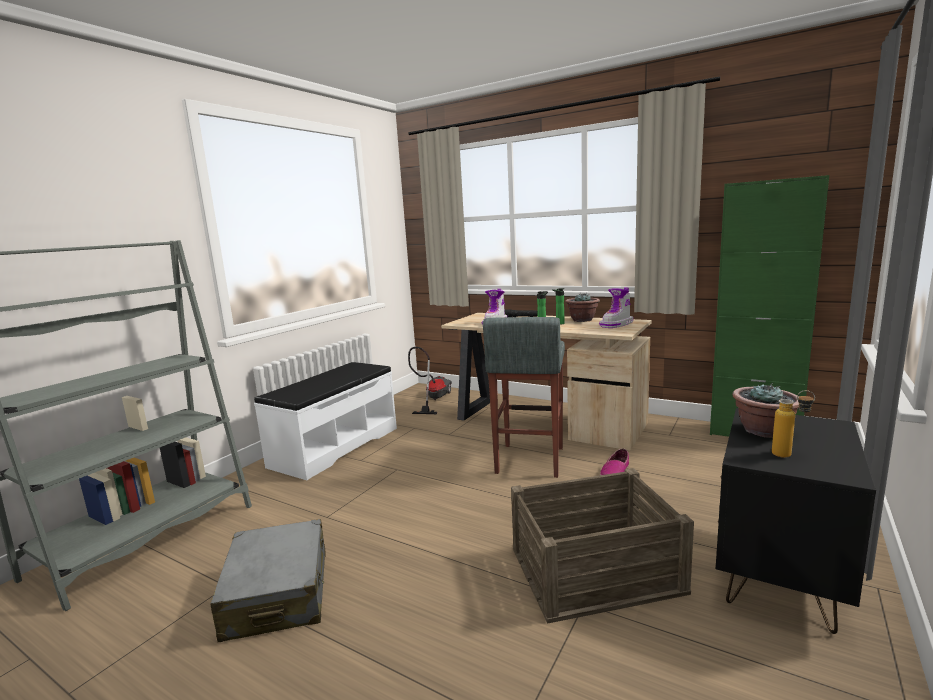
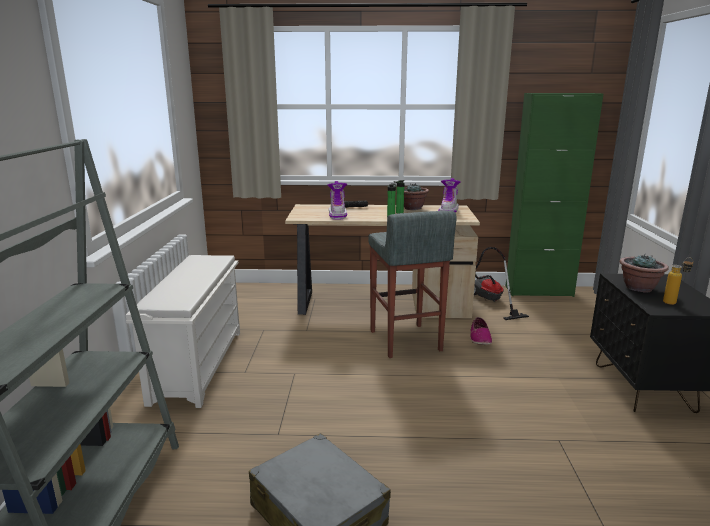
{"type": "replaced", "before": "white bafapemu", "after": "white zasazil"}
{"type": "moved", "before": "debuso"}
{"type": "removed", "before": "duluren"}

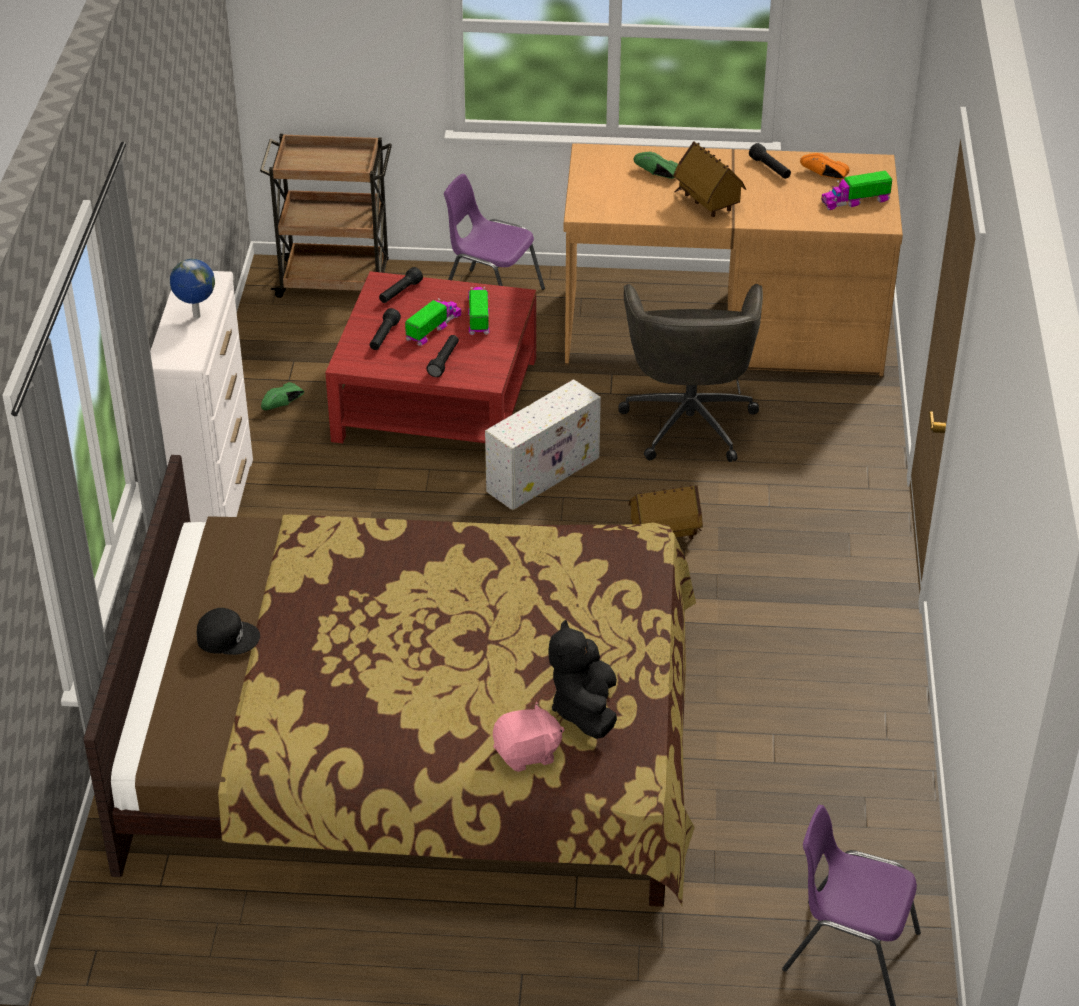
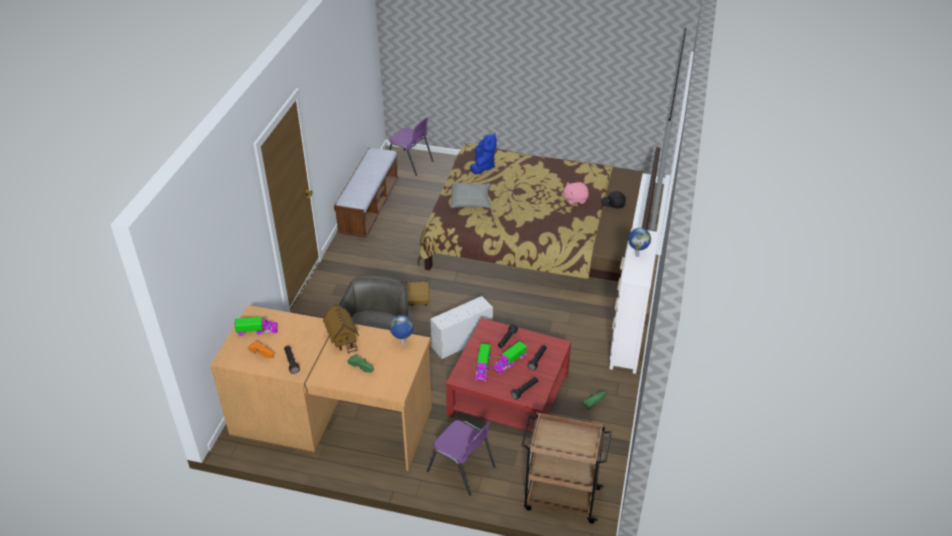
{"type": "added", "after": "bafapemu"}
{"type": "added", "after": "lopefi (1st from left)"}
{"type": "added", "after": "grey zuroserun"}
{"type": "recoloured", "before": "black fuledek", "after": "blue fuledek"}
{"type": "moved", "before": "pink fuledek"}

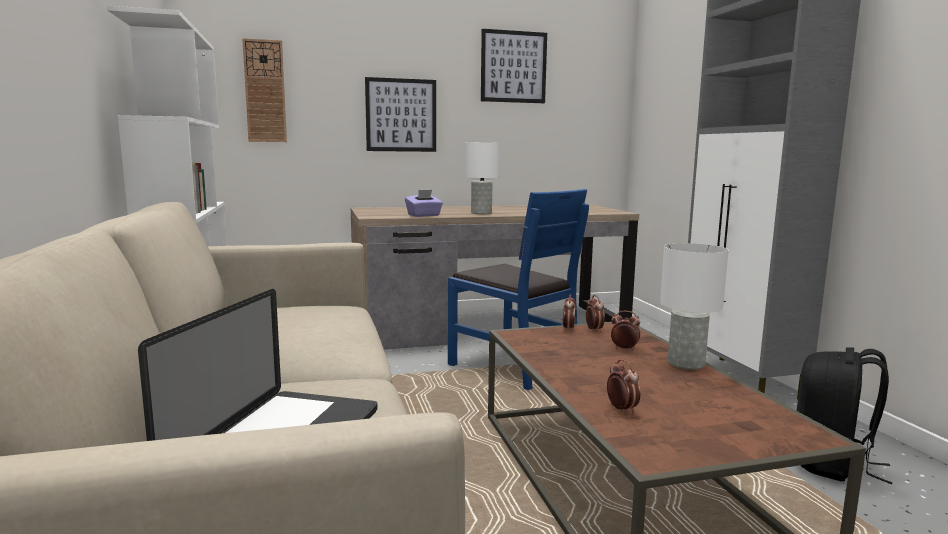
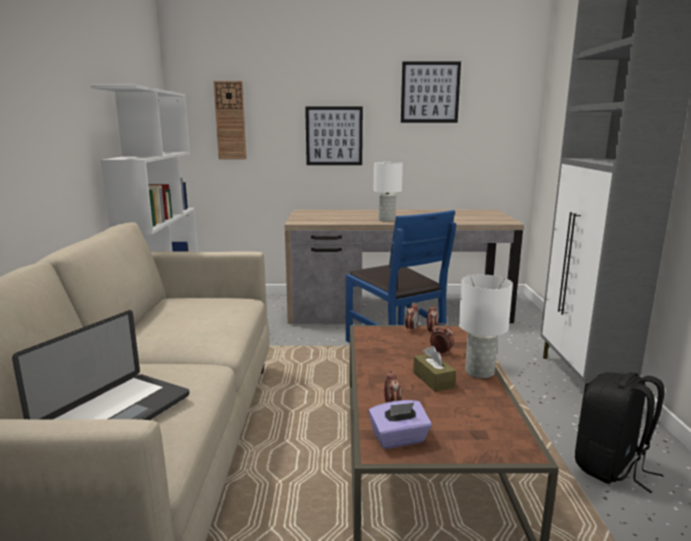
{"type": "moved", "before": "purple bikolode"}
{"type": "added", "after": "brown bikolode"}

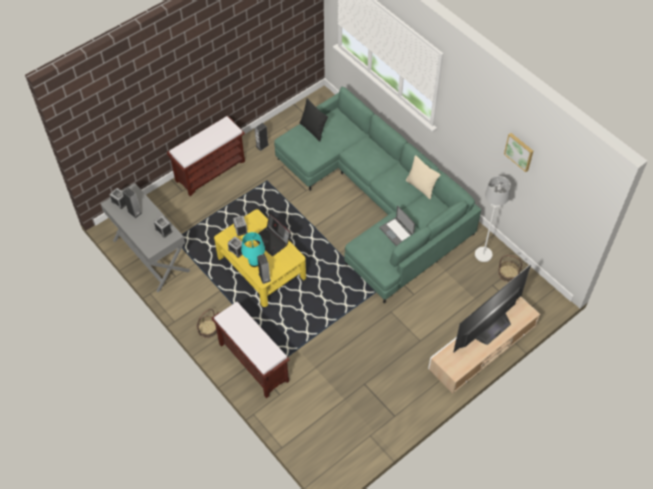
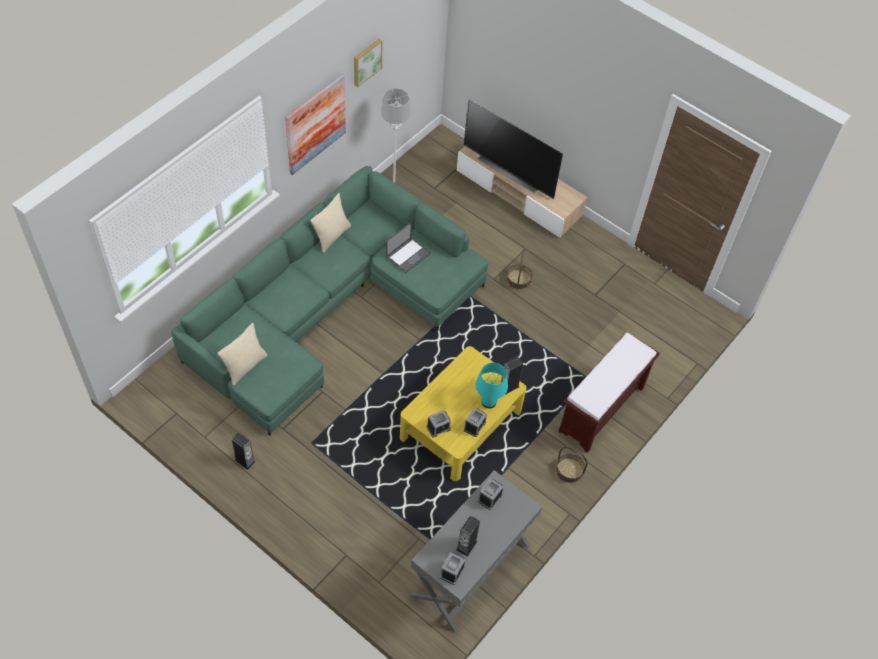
{"type": "recoloured", "before": "black zuroserun", "after": "beige zuroserun (1st from left)"}
{"type": "added", "after": "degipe (1st from left)"}
{"type": "moved", "before": "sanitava (2nd from left in the first image)", "after": "sanitava (1st from left)"}
{"type": "removed", "before": "brown bafapemu (1st from left)"}
{"type": "removed", "before": "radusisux (1st from left)"}

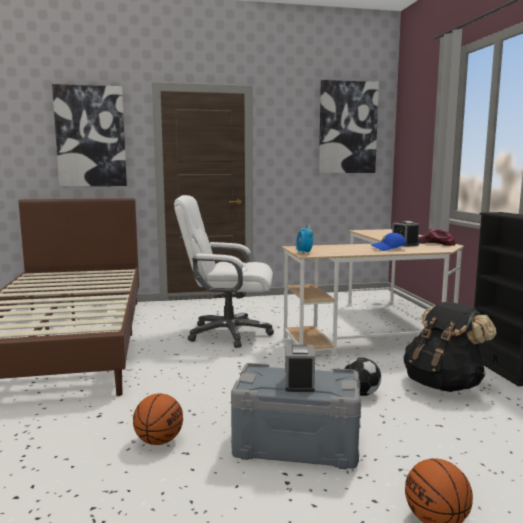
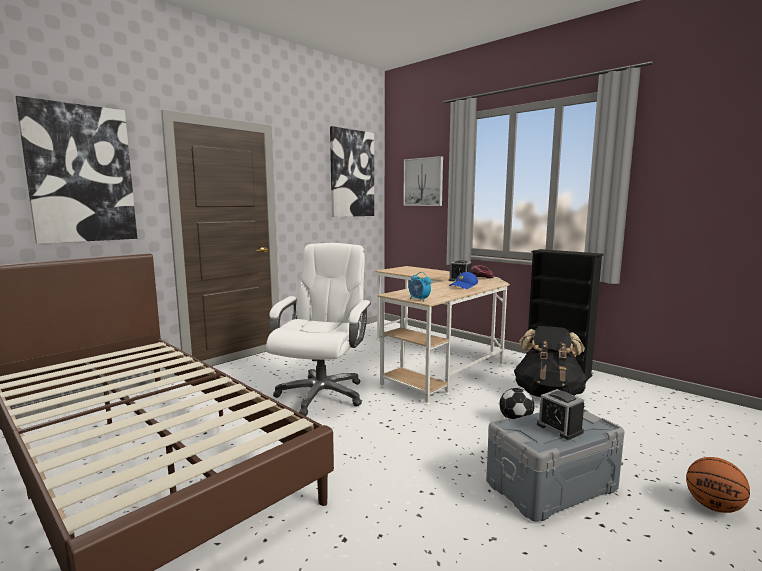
{"type": "turned", "before": "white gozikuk", "turn": 135}
{"type": "added", "after": "degipe (3rd from left)"}
{"type": "removed", "before": "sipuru (1st from left)"}

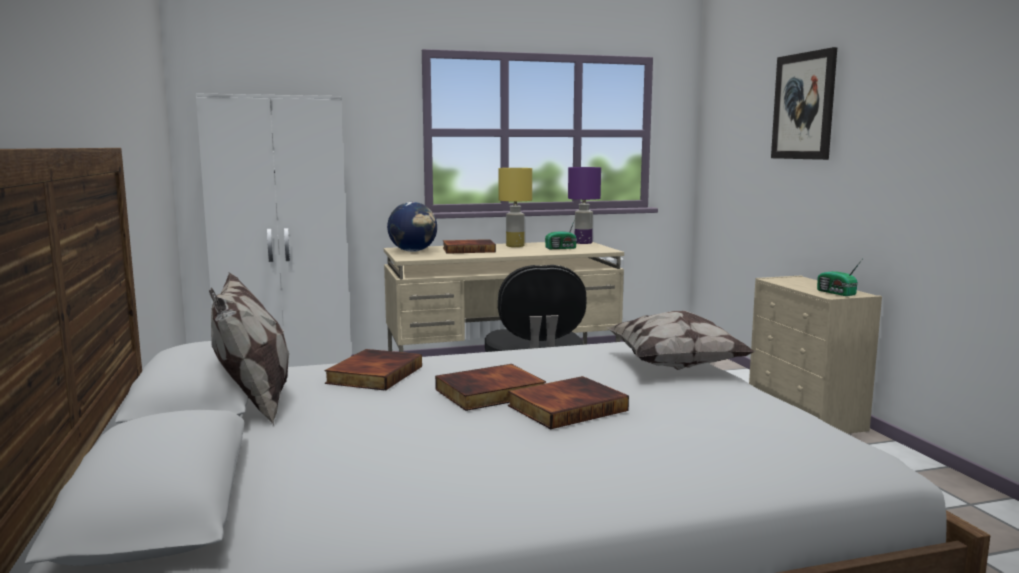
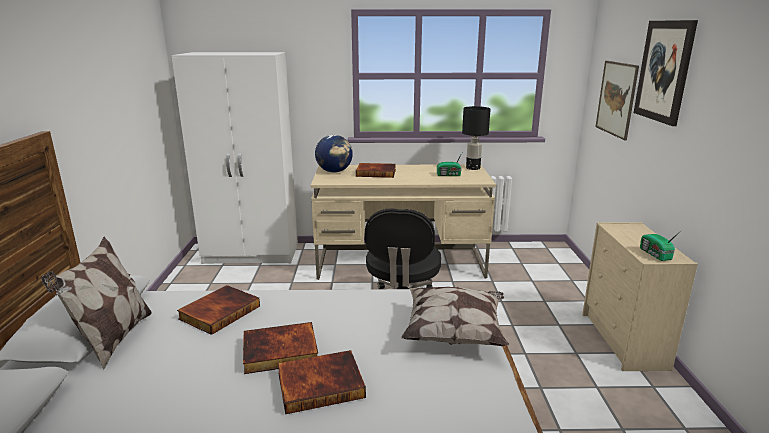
{"type": "recoloured", "before": "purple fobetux", "after": "black fobetux"}
{"type": "added", "after": "degipe (1st from left)"}
{"type": "removed", "before": "yellow fobetux"}

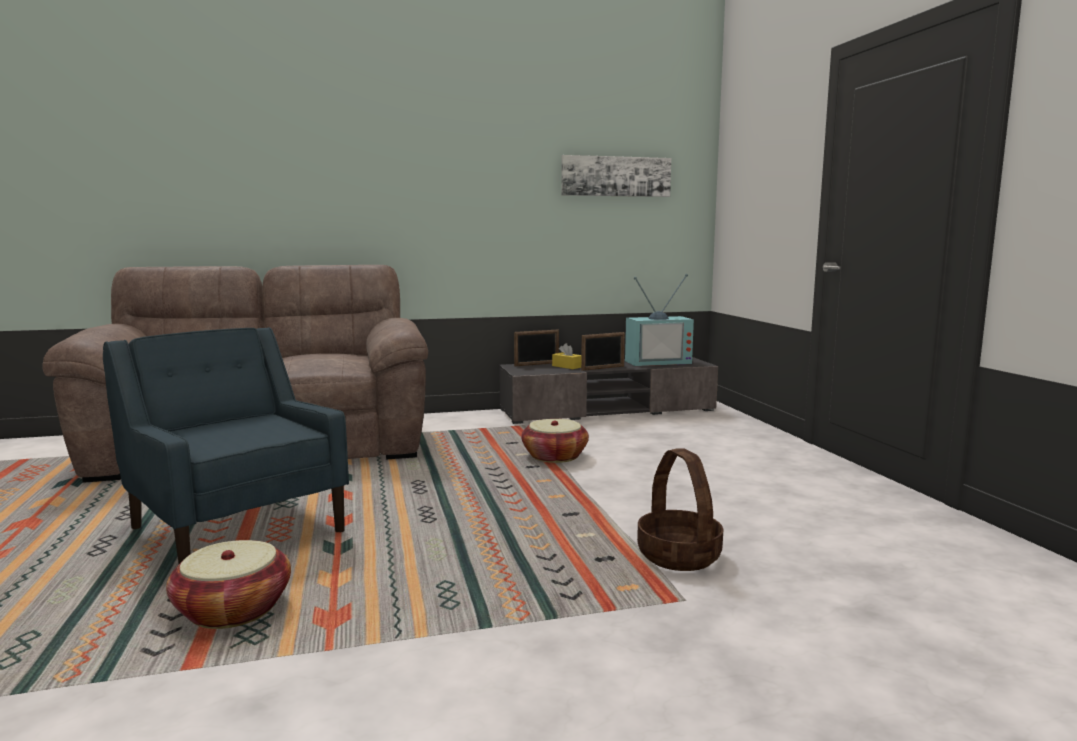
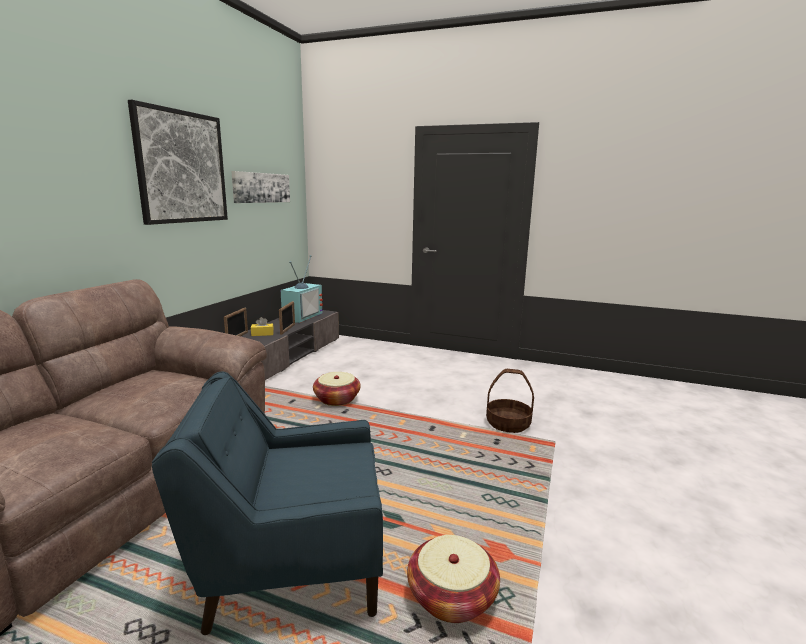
{"type": "added", "after": "degipe (1st from left)"}

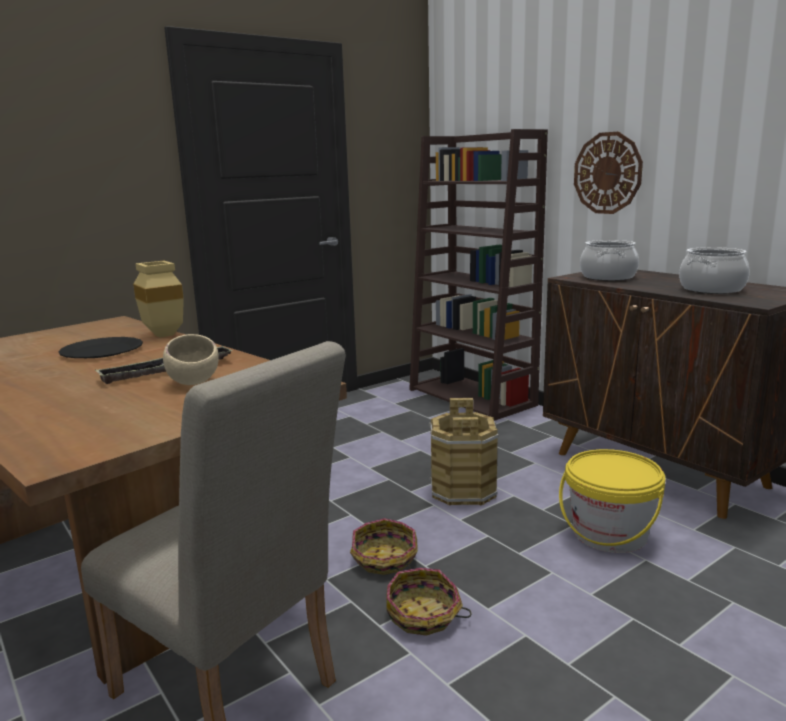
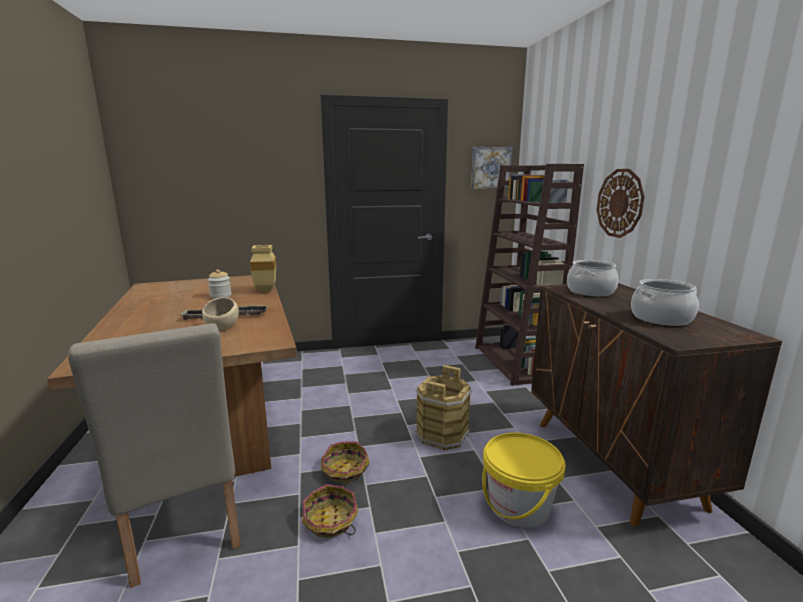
{"type": "replaced", "before": "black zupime", "after": "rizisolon"}
{"type": "added", "after": "degipe"}

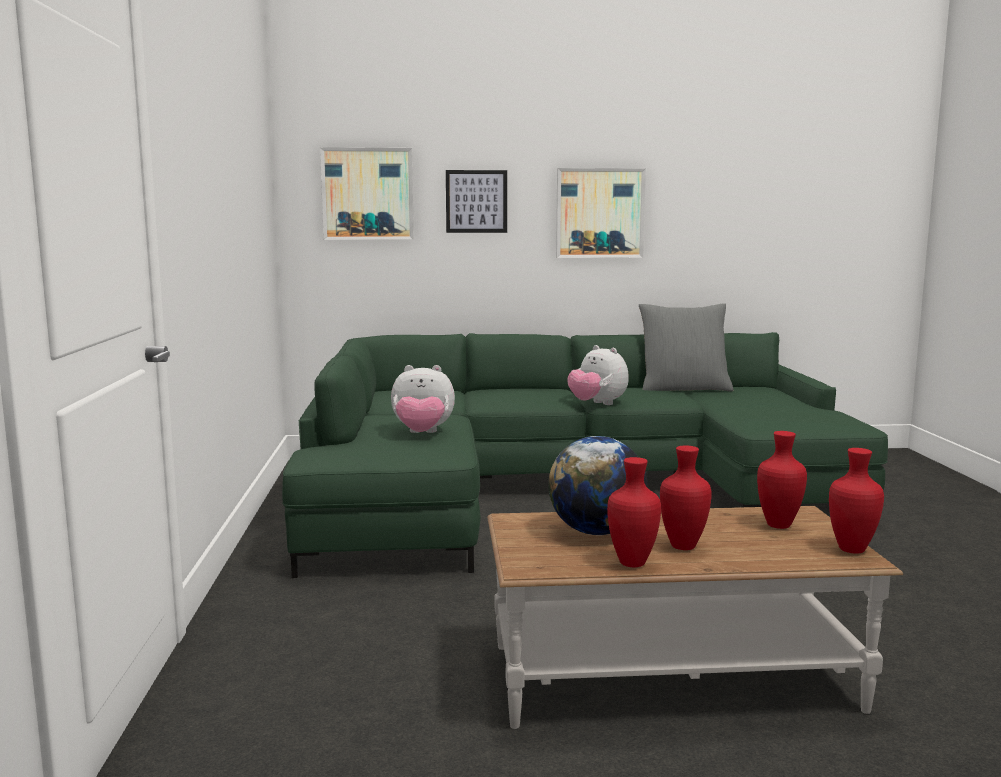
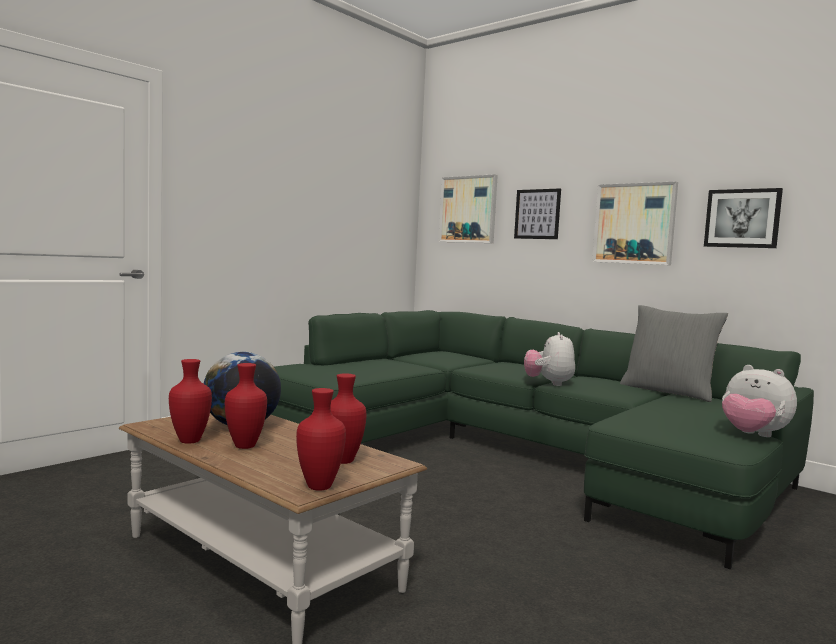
{"type": "added", "after": "degipe (4th from left)"}
{"type": "moved", "before": "fuledek (1st from left in the first image)", "after": "fuledek (2nd from left)"}

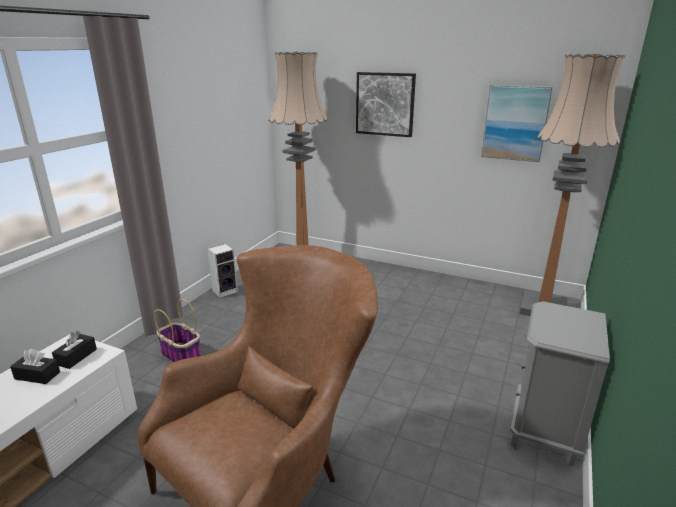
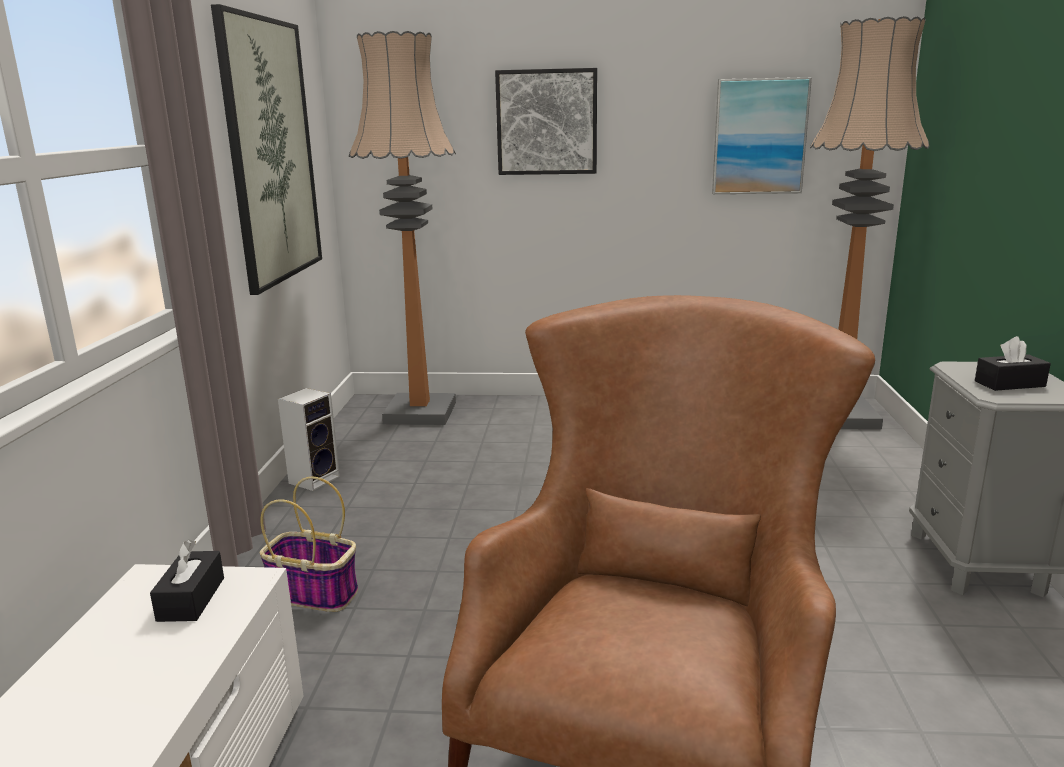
{"type": "added", "after": "degipe (1st from left)"}
{"type": "moved", "before": "black bikolode (1st from left in the first image)", "after": "black bikolode (2nd from left)"}

